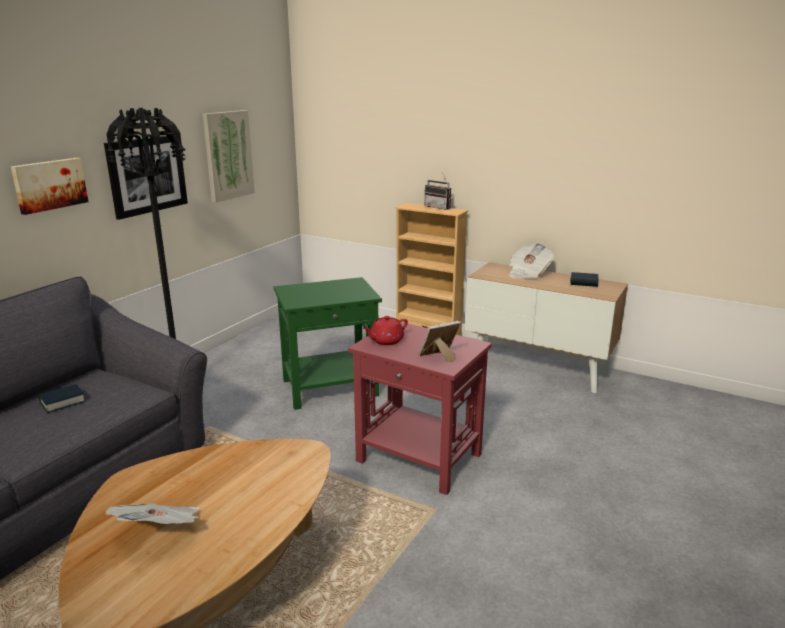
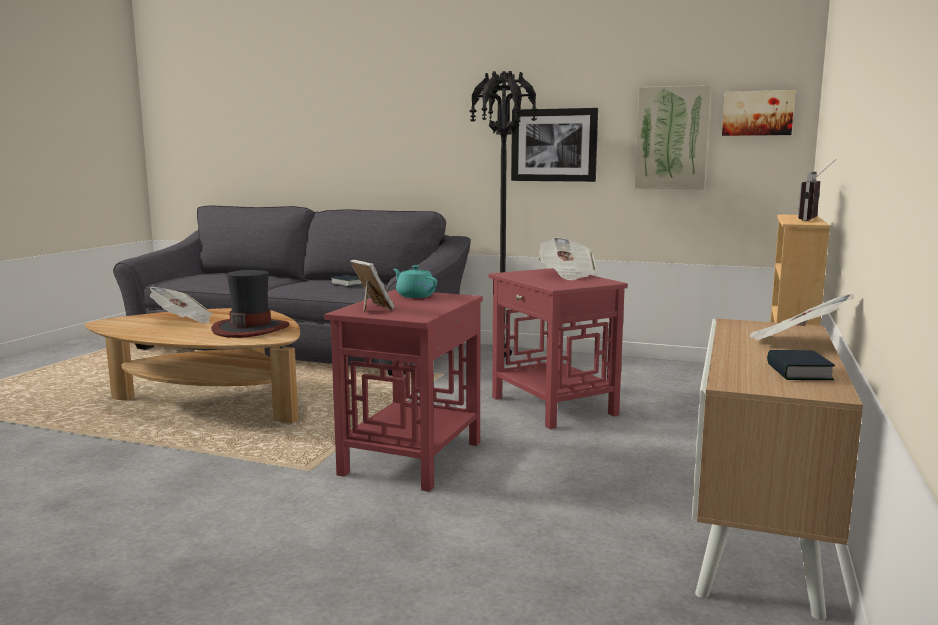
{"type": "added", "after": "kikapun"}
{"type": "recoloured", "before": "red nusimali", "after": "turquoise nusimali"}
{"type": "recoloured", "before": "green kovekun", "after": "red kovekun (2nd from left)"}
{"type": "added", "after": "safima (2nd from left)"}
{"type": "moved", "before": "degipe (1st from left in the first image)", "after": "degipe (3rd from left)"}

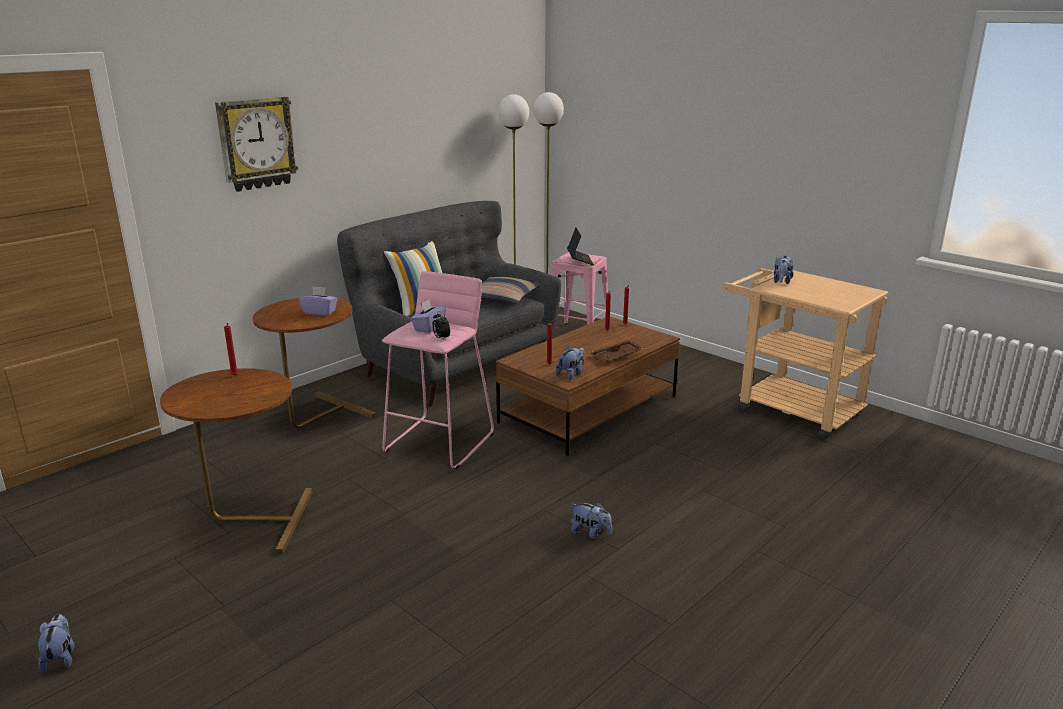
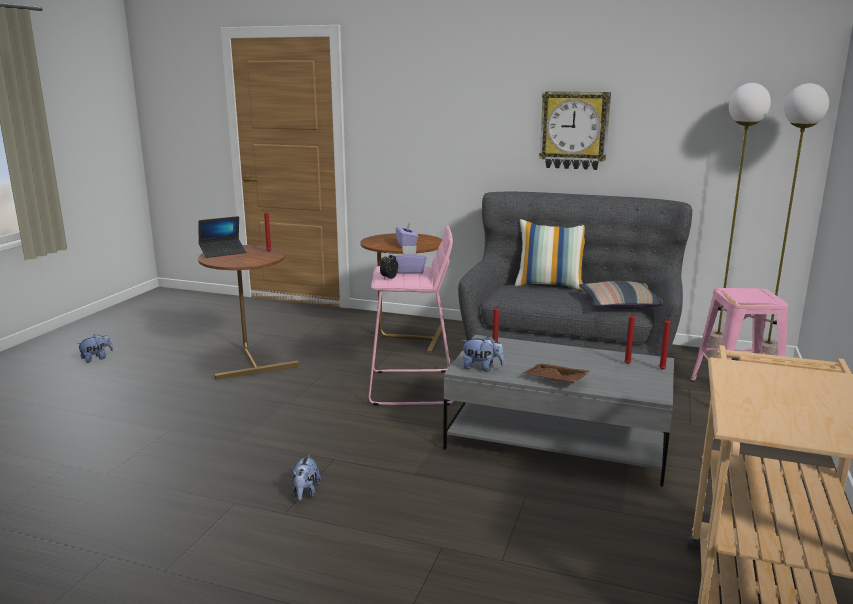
{"type": "moved", "before": "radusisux"}
{"type": "recoloured", "before": "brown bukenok", "after": "grey bukenok"}
{"type": "moved", "before": "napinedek"}
{"type": "removed", "before": "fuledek (4th from left)"}

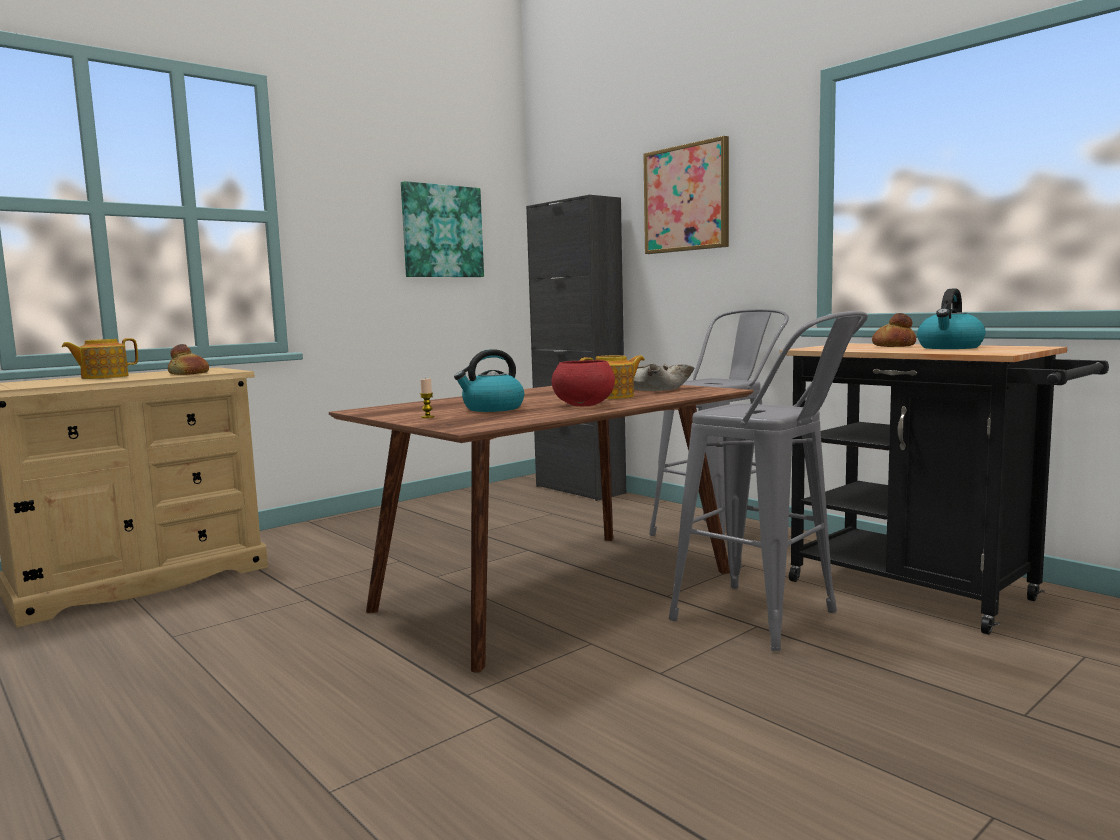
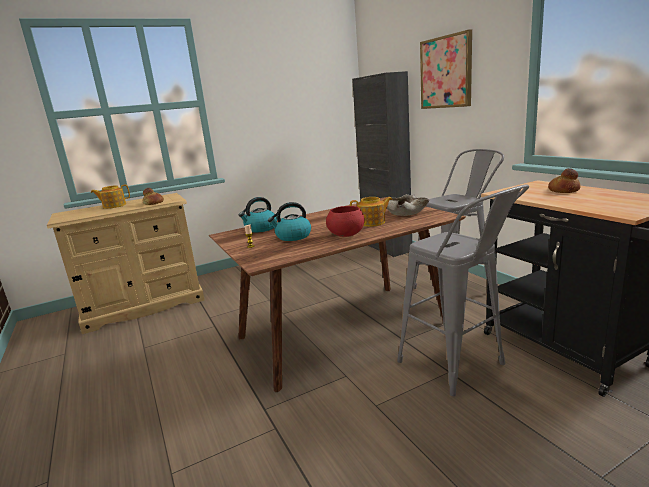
{"type": "moved", "before": "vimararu (2nd from left in the first image)", "after": "vimararu (1st from left)"}
{"type": "removed", "before": "degipe (1st from left)"}

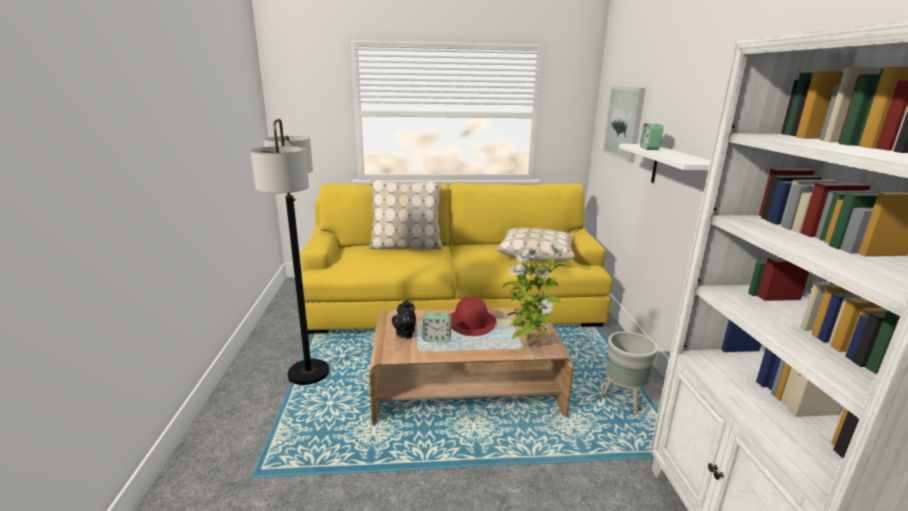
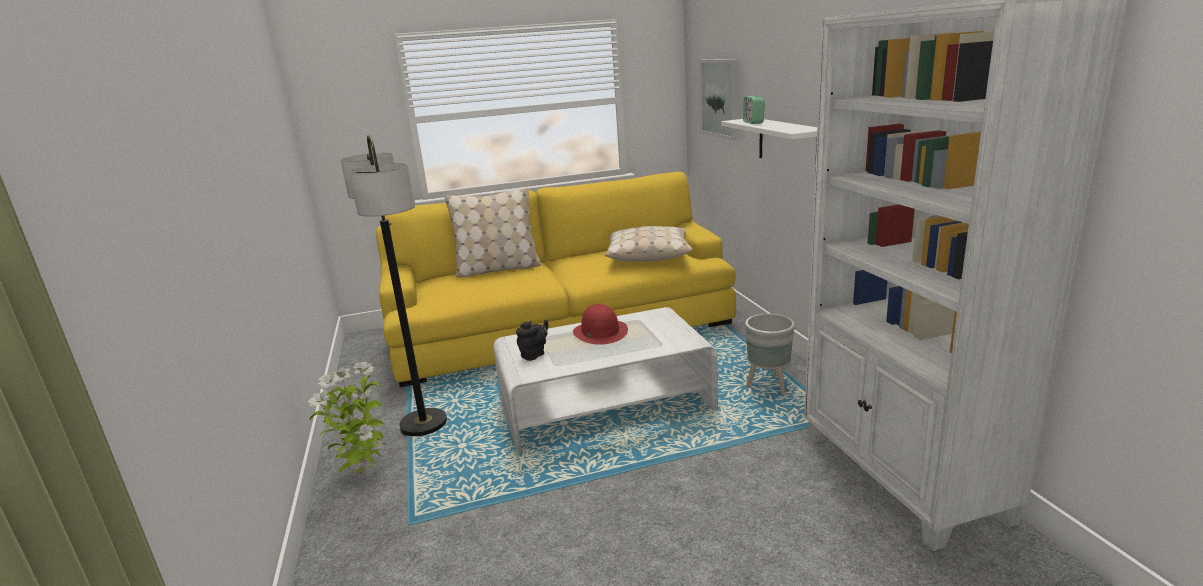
{"type": "moved", "before": "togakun"}
{"type": "recoloured", "before": "brown bukenok", "after": "white bukenok"}
{"type": "turned", "before": "black nusimali", "turn": -135}
{"type": "removed", "before": "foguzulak (1st from left)"}

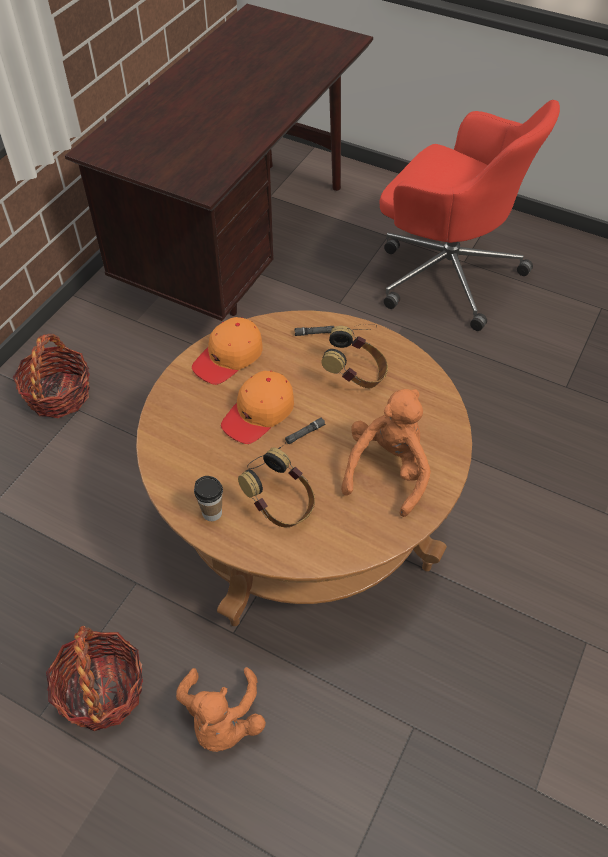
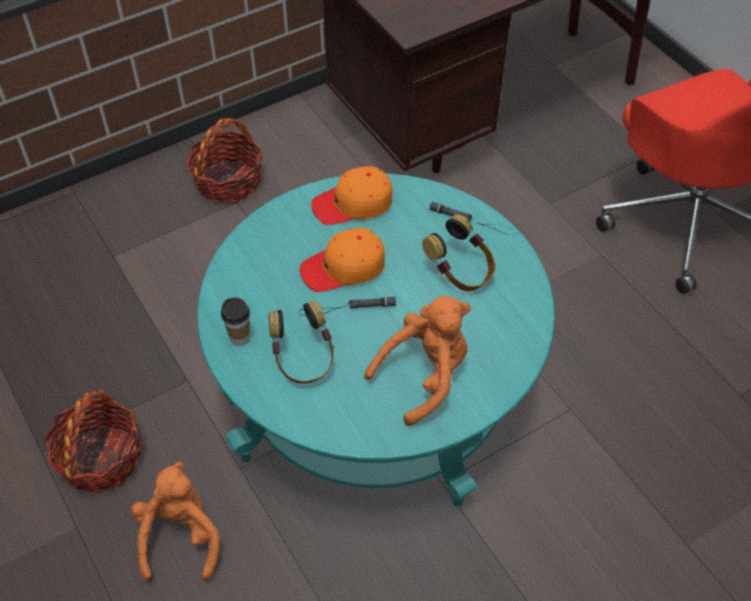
{"type": "turned", "before": "orange fuledek (1st from left)", "turn": 150}
{"type": "recoloured", "before": "brown bukenok", "after": "turquoise bukenok"}

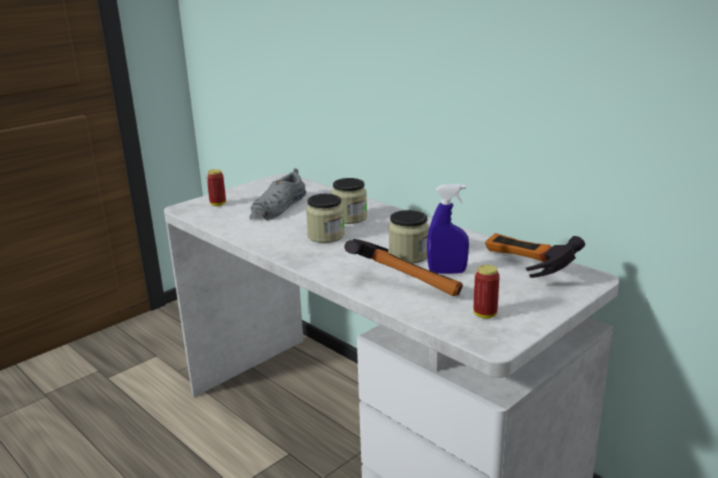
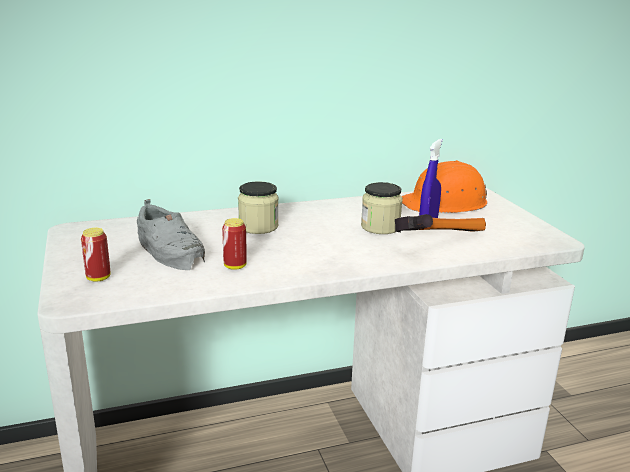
{"type": "moved", "before": "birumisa (2nd from left)"}
{"type": "replaced", "before": "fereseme (2nd from left)", "after": "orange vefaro"}
{"type": "removed", "before": "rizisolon (1st from left)"}

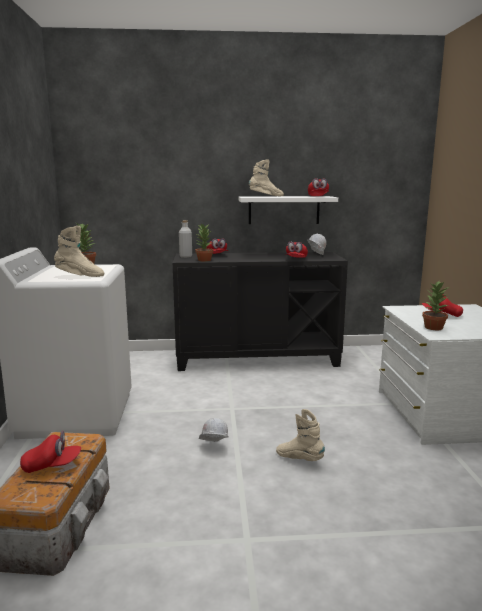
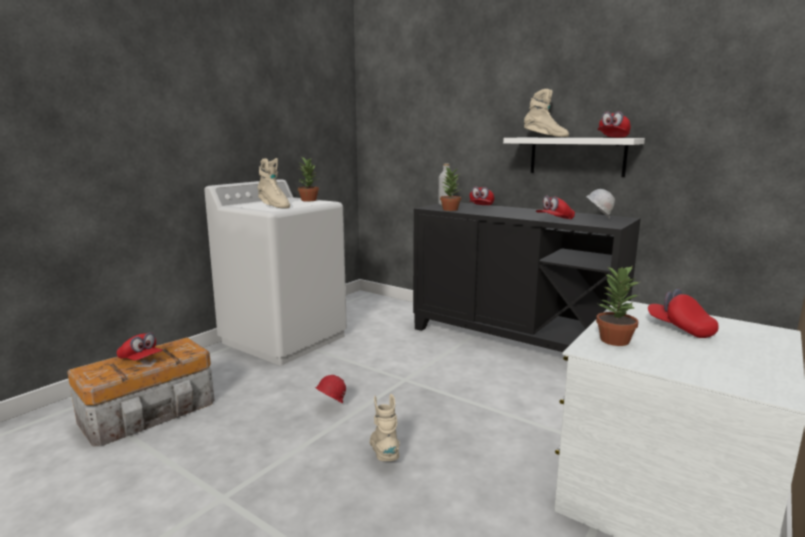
{"type": "recoloured", "before": "white vefaro (1st from left)", "after": "red vefaro"}

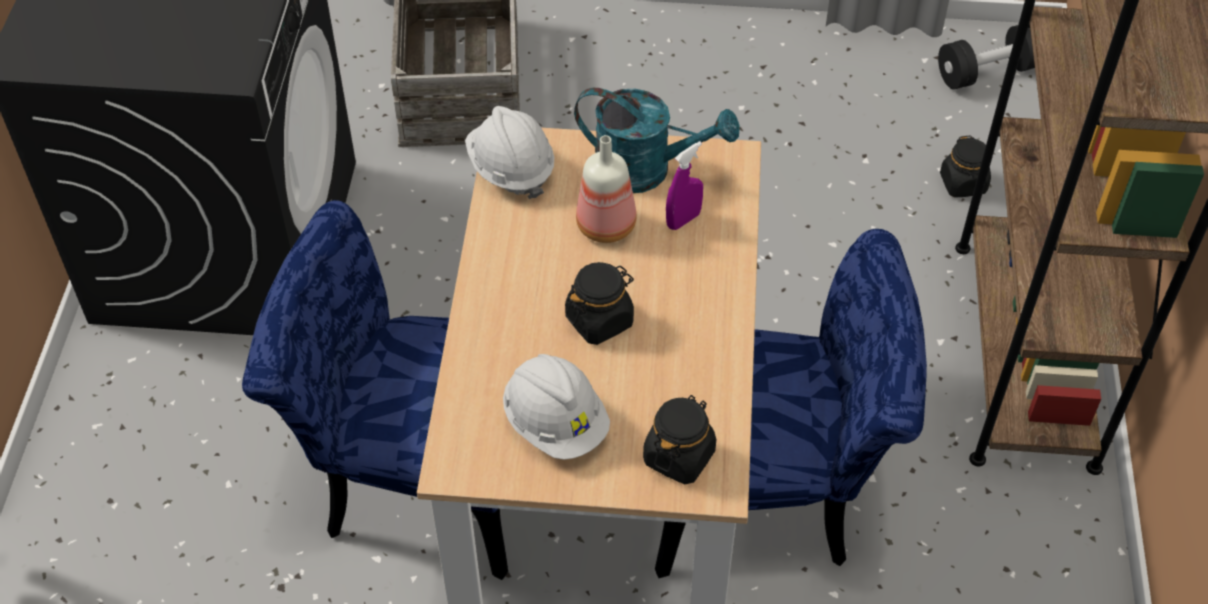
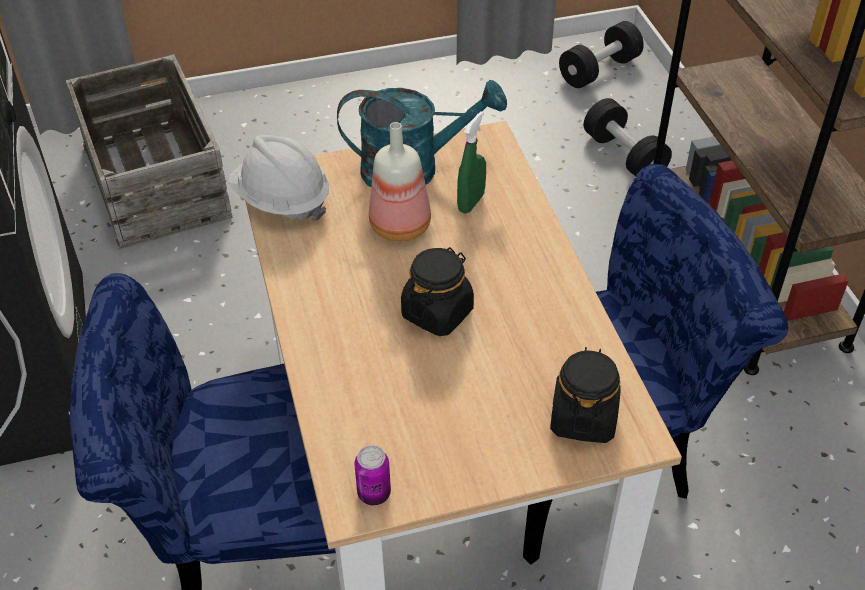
{"type": "added", "after": "birumisa"}
{"type": "recoloured", "before": "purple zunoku", "after": "green zunoku"}
{"type": "replaced", "before": "black rizisolon (3rd from left)", "after": "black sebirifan (2nd from left)"}
{"type": "removed", "before": "white vefaro (2nd from left)"}

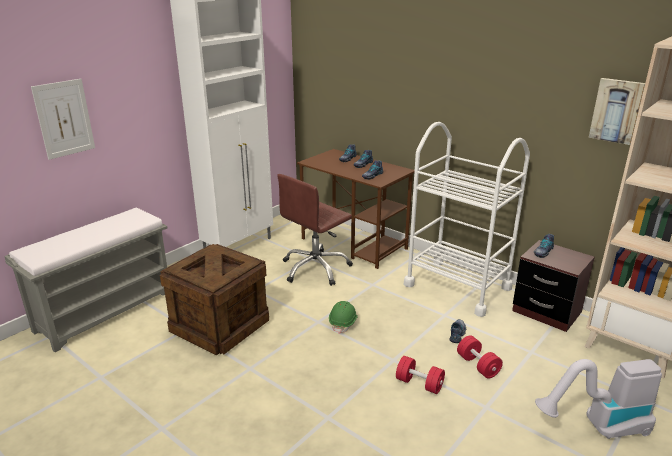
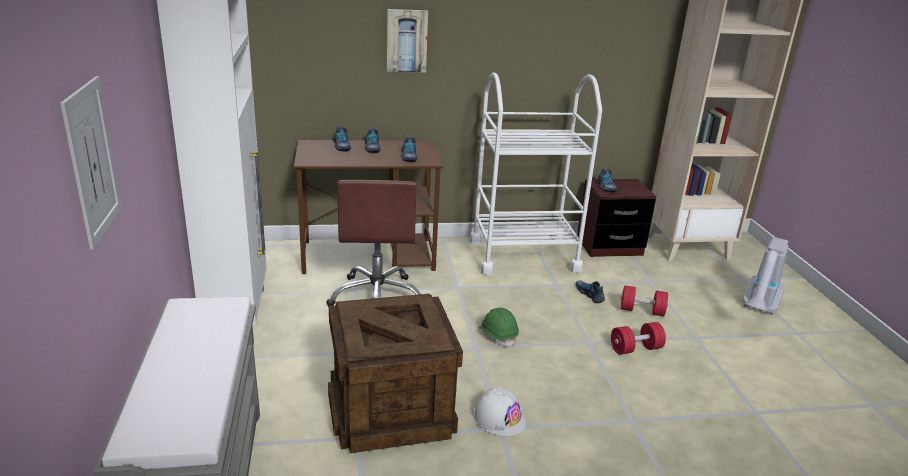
{"type": "moved", "before": "degipe (2nd from left)"}
{"type": "added", "after": "white vefaro"}

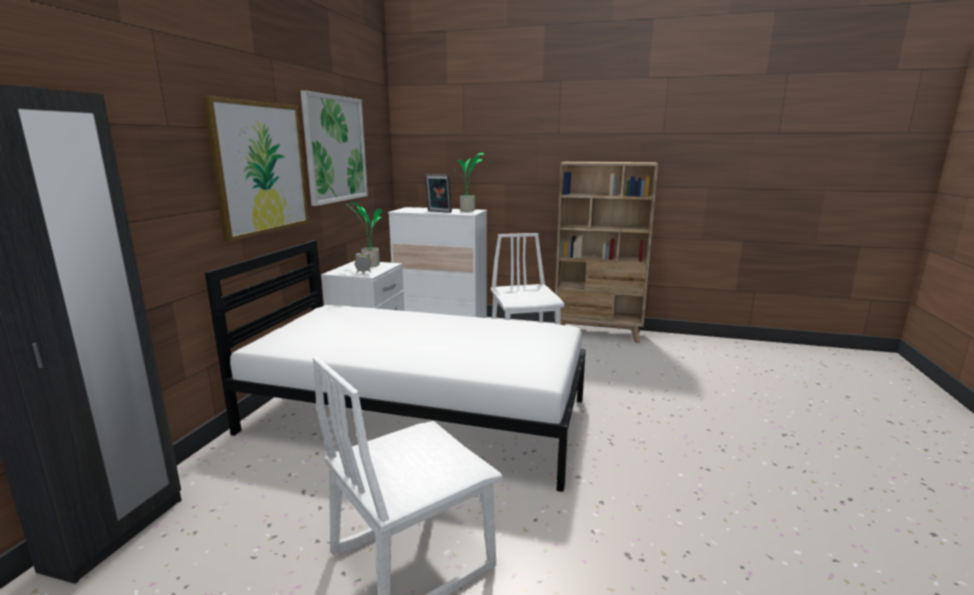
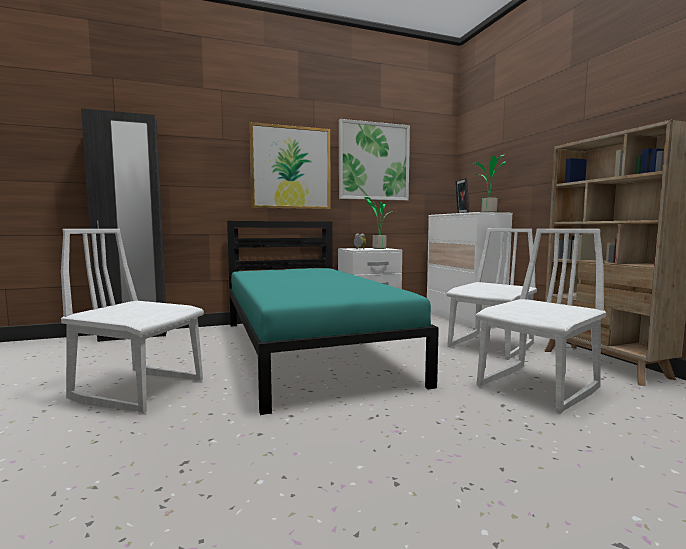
{"type": "recoloured", "before": "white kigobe", "after": "turquoise kigobe"}
{"type": "added", "after": "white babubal (3rd from left)"}

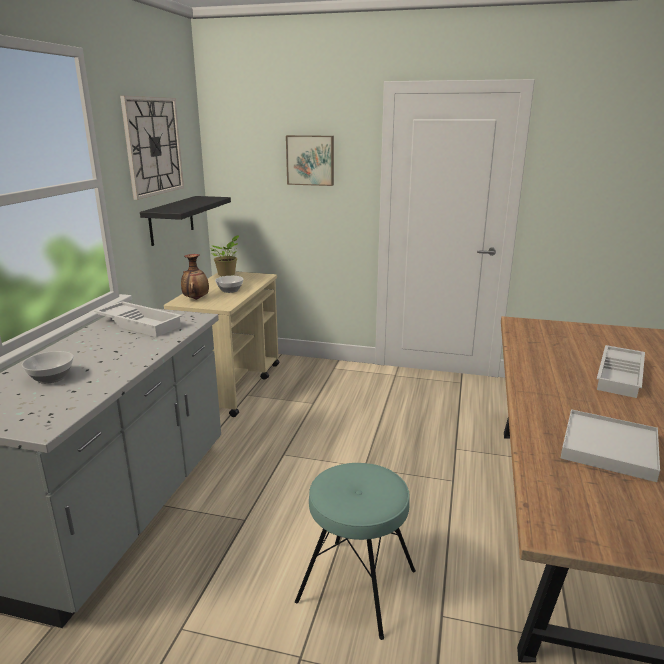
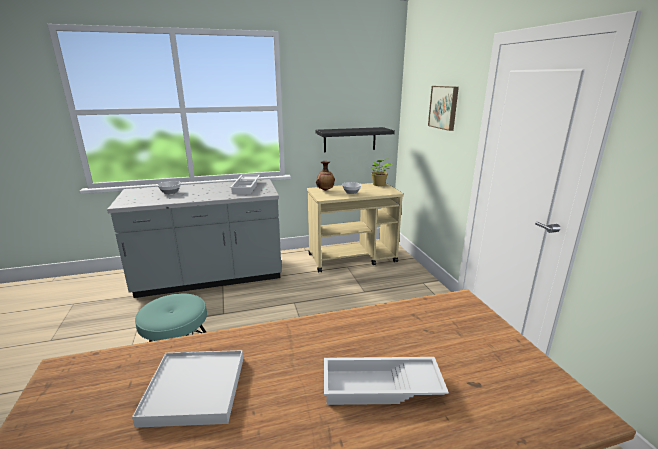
{"type": "removed", "before": "napinedek"}

